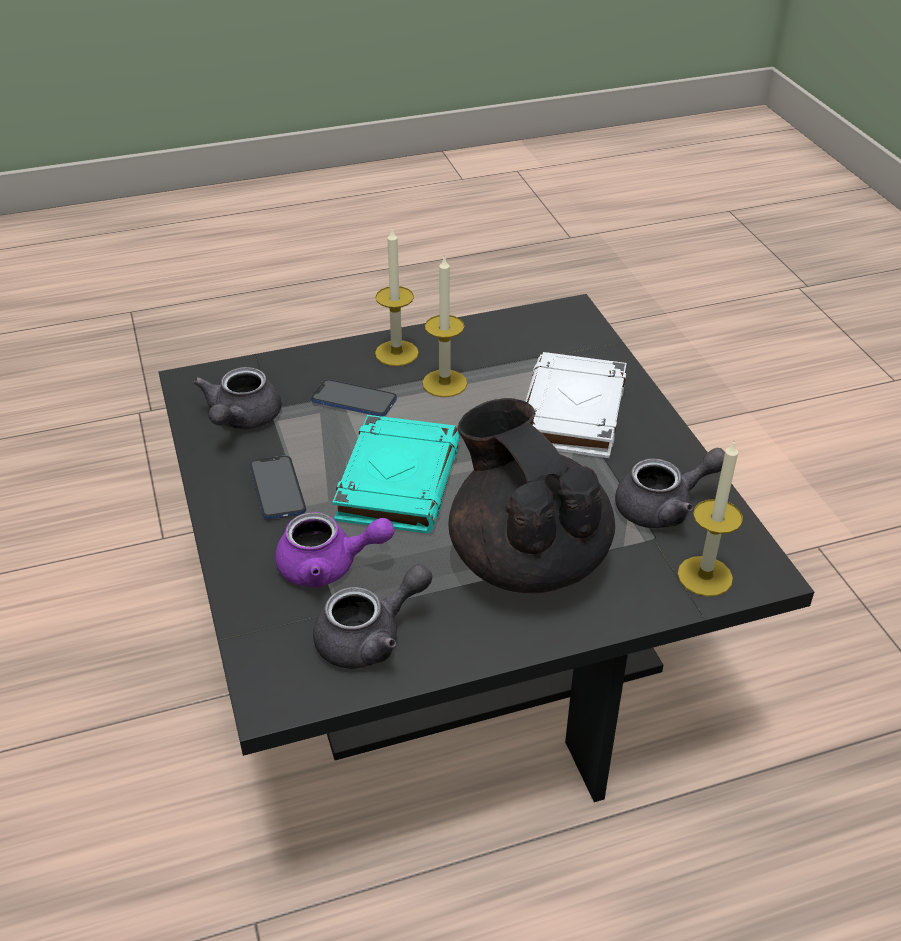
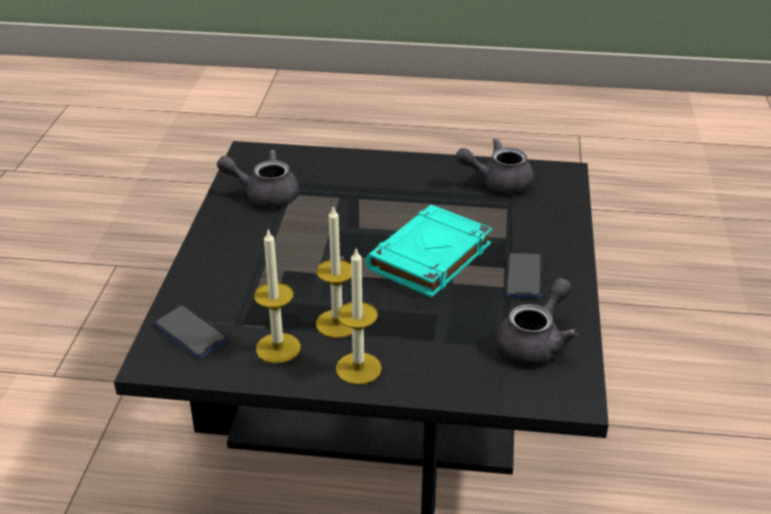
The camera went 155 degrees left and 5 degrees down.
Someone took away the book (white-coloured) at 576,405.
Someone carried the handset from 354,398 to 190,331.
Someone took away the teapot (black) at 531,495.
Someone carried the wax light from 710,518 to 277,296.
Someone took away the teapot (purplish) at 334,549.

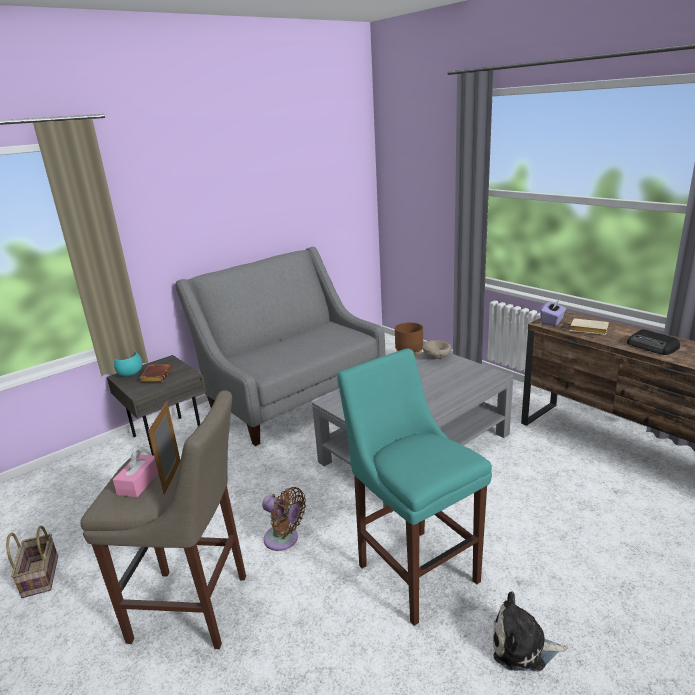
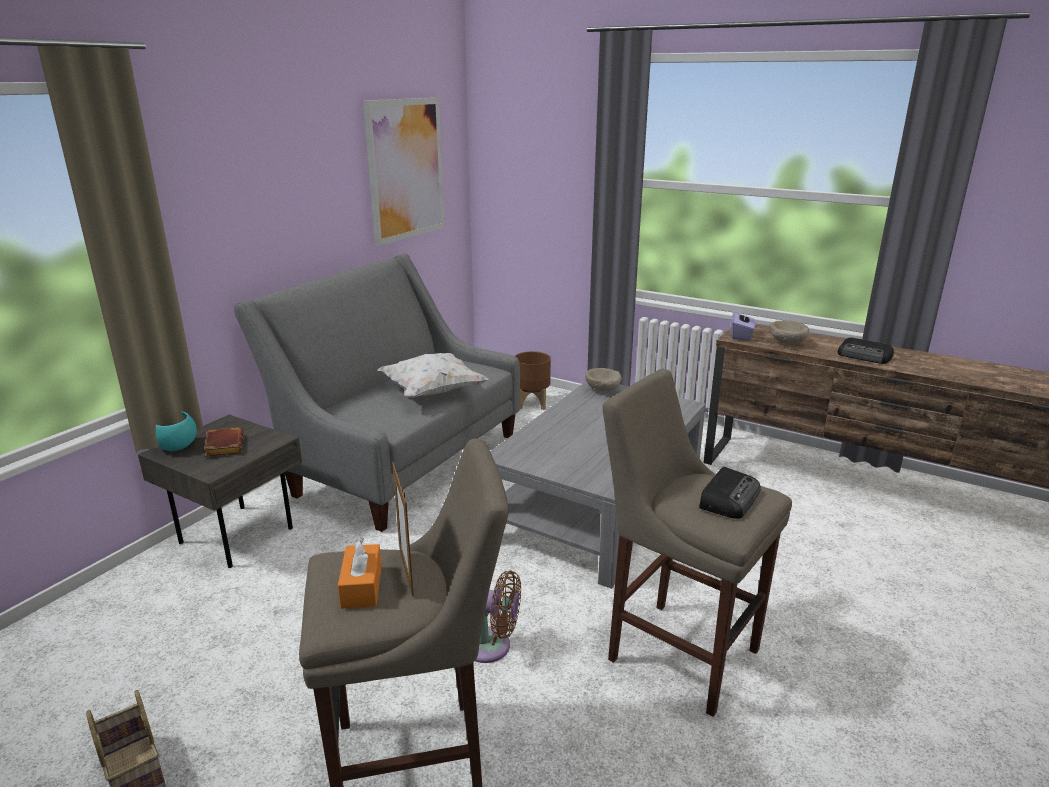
The camera went 20 degrees left and 0 degrees up.
Someone swapped the book (beige-coloured) at 589,326 for the bowl (beige-coloured) at 789,332.
Someone repainted the sitting stool (turquoise) at 414,487, which became the sitting stool (beige-coloured) at 697,543.
Someone repainted the tissue holder (pinkish) at 135,473, which became the tissue holder (orangey) at 360,573.
Someone took away the plush toy at 530,632.
Someone put up the picture at 404,172.
Someone put down the pillow (white-coloured) at 432,375.
Someone put down the radio receiver at 729,493.

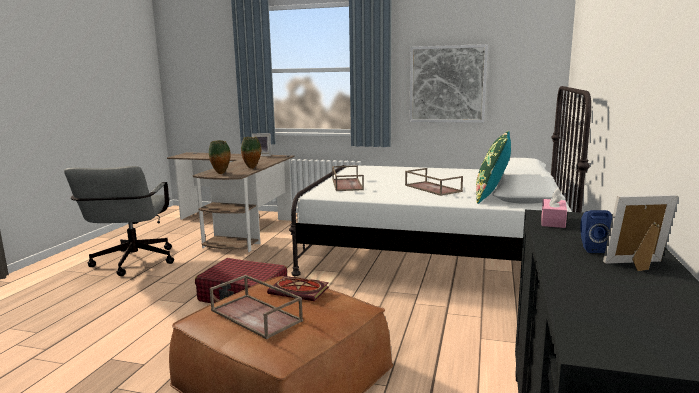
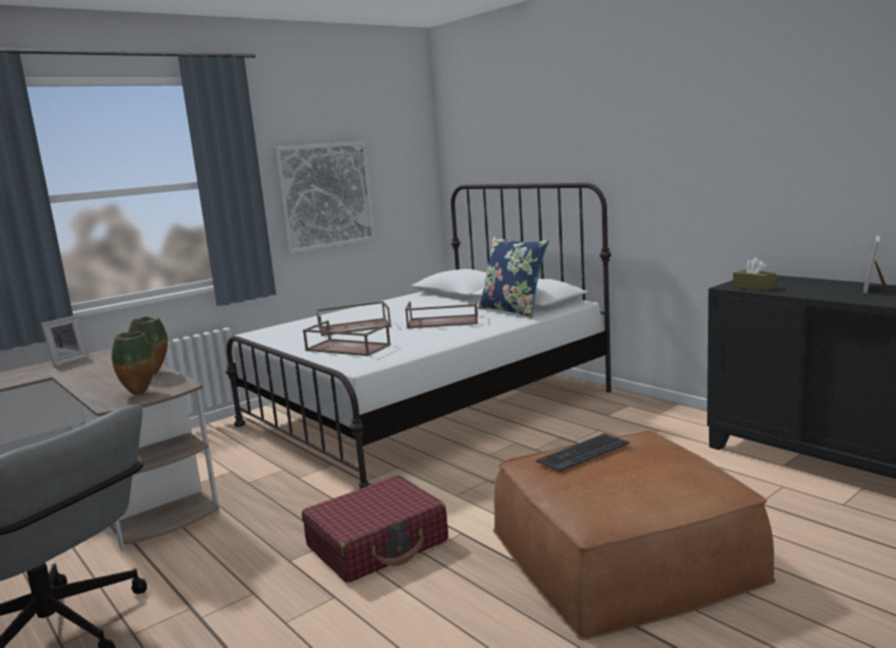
The camera went 55 degrees left and 0 degrees up.
Someone repainted the pillow (green-coloured) at 493,167, which became the pillow (bluish) at 513,278.
Someone repainted the tissue holder (pinkish) at 554,208, which became the tissue holder (brown-coloured) at 754,274.
Someone took away the speaker (bluish) at 596,231.
Someone carried the tray (brown-coloured) from 256,307 to 353,318.
Someone swapped the book at 298,288 for the keyboard at 582,452.

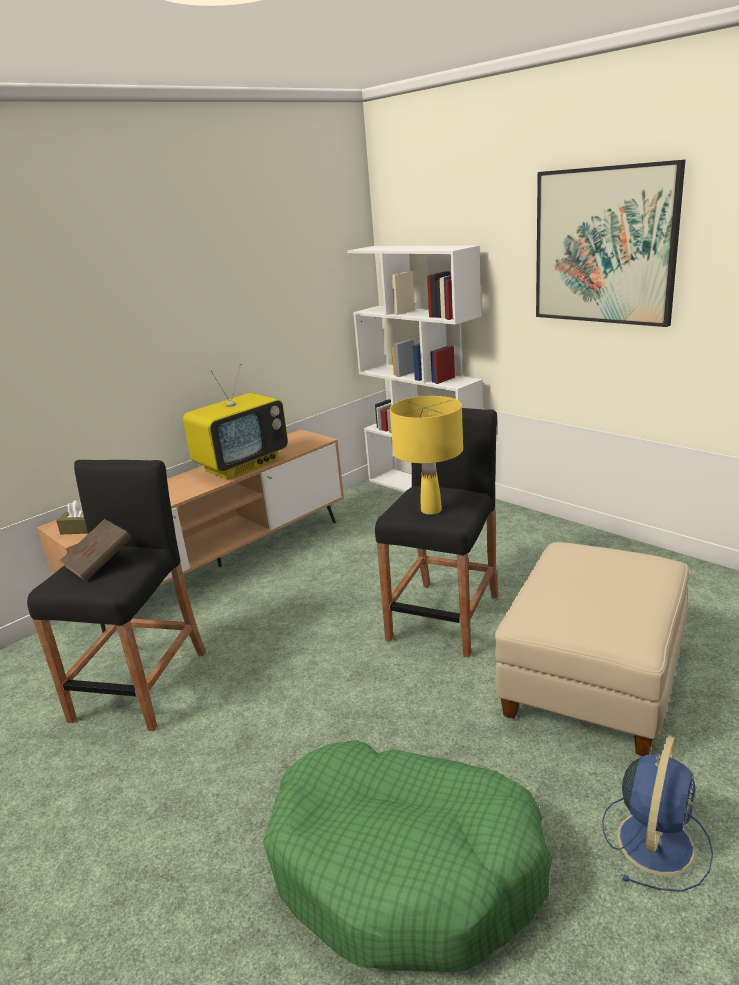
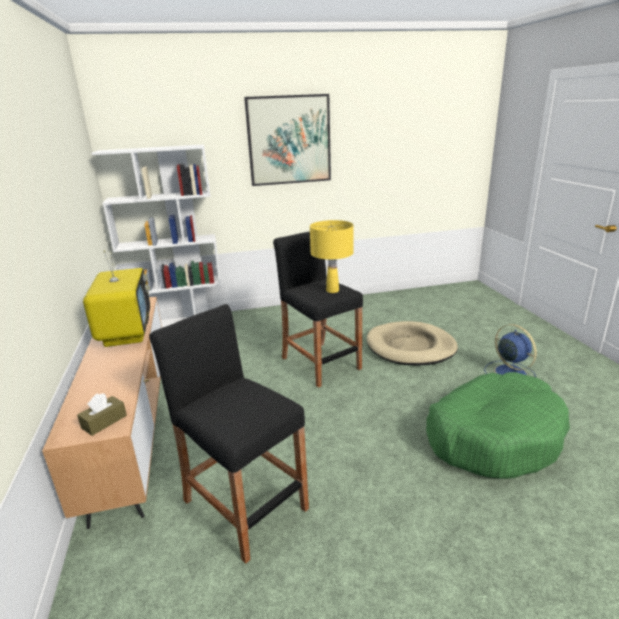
The camera went 60 degrees left and 0 degrees up.
Someone took away the book (brown-coloured) at 96,550.
Someone swapped the footrest (beige-coloured) at 592,649 for the dog bed (beige-coloured) at 412,343.

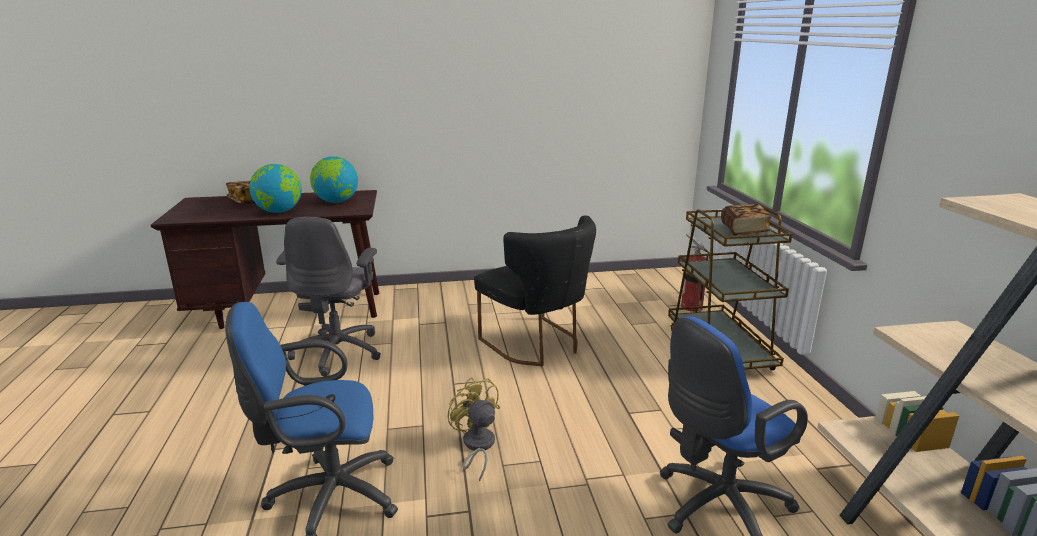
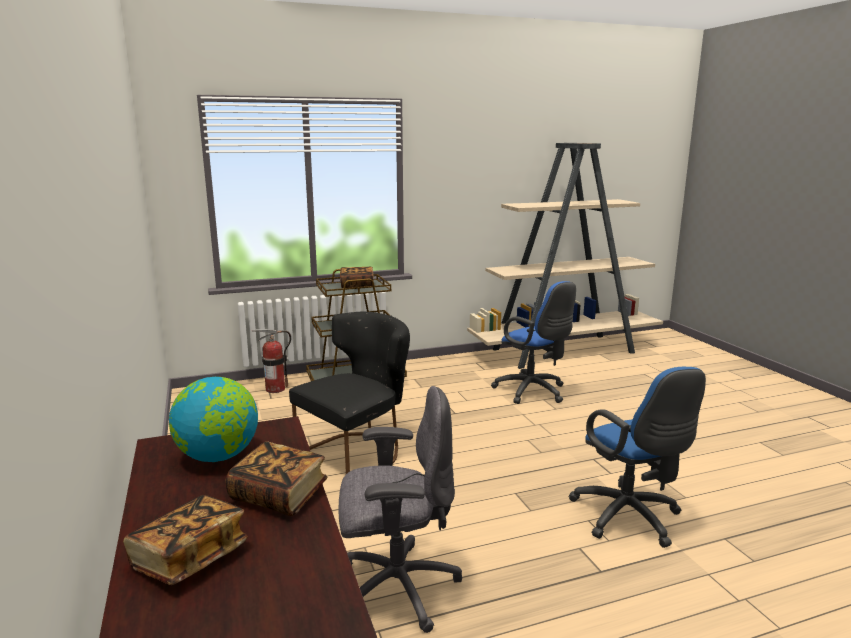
The camera went 100 degrees left and 5 degrees down.
Someone swapped the globe at 276,188 for the book at 276,478.
Someone took away the cooling fan (yellowish) at 474,429.

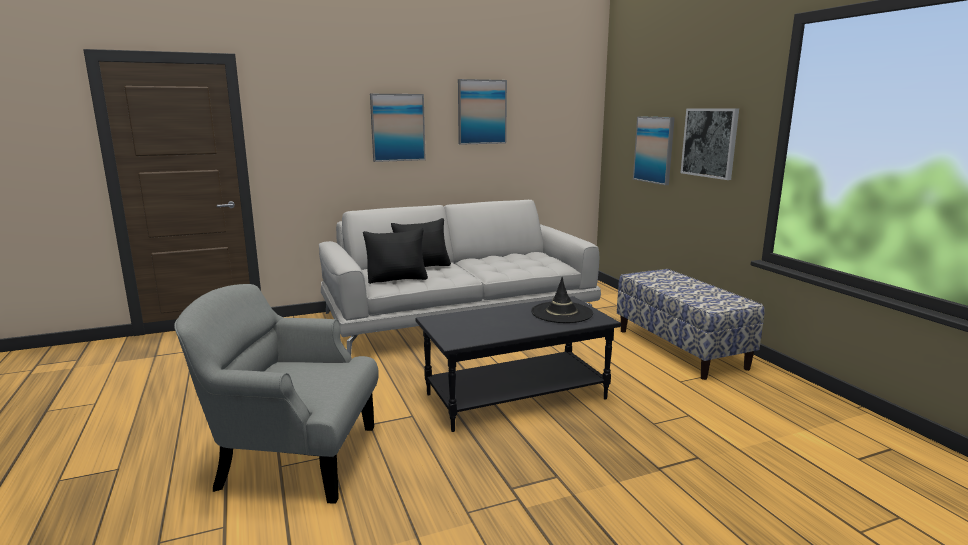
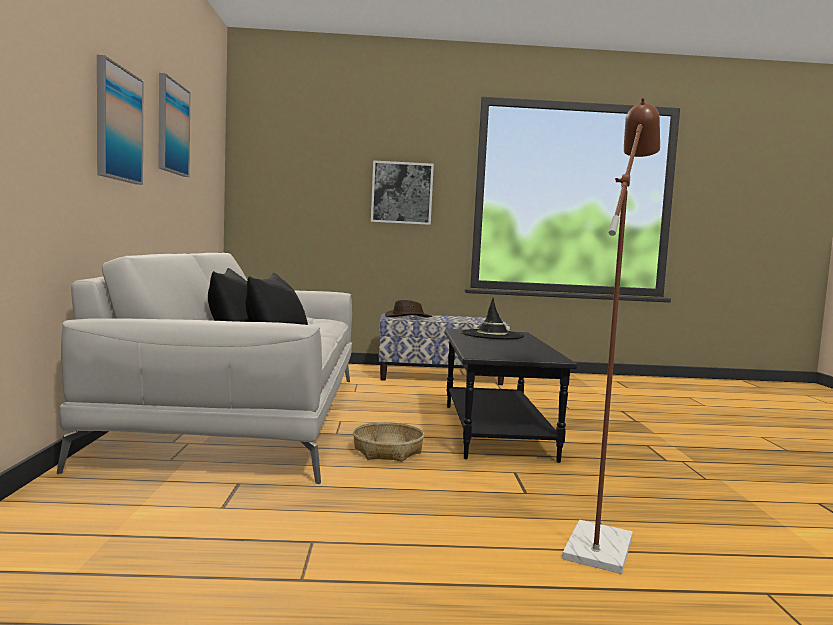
The camera went 70 degrees left and 10 degrees down.
Someone took away the picture at 654,150.
Someone swapped the lounge chair (greyish) at 276,394 for the floor lamp (brown-coloured) at 611,336.
Someone put down the clothing hat (brown-coloured) at 408,308.
Someone put down the storage basket at 388,442.

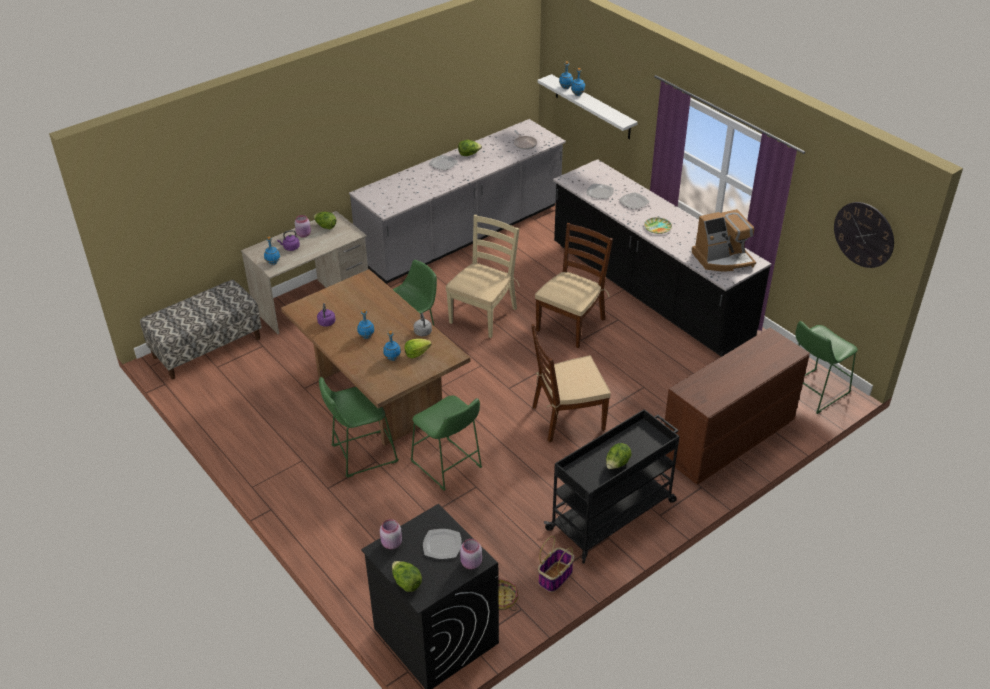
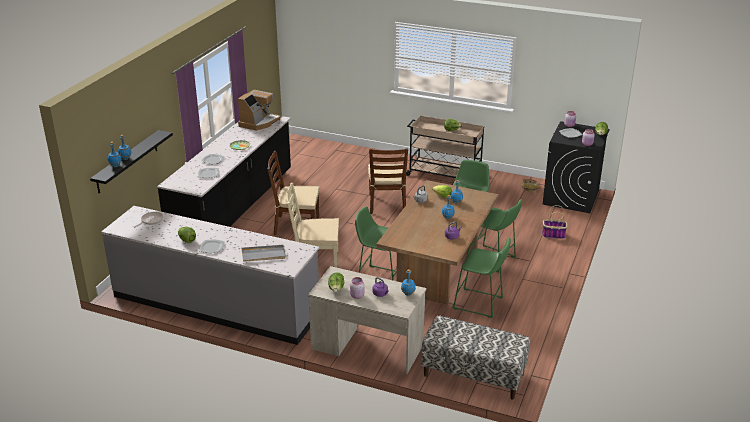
The camera went 120 degrees left and 10 degrees down.
Someone repainted the wall shelf (white-coloured) at 587,106, which became the wall shelf (black) at 131,161.
Someone took away the hanging clock at 864,235.
Someone rotated the coffee machine at 724,240 by 75 degrees clockwise.
Someone carried the sitting stool (green-coloured) from 826,367 to 482,277.
Someone rotated the chair (brown-coloured) at 571,383 by 45 degrees clockwise.
Someone took away the chest of drawers (brown-coloured) at 737,406.
Someone repainted the trolley (black) at 612,486, which became the trolley (beige-coloured) at 445,146.
Someone carried the storage basket from 556,564 to 554,222.
Someone put down the tray (greyish) at 264,253.

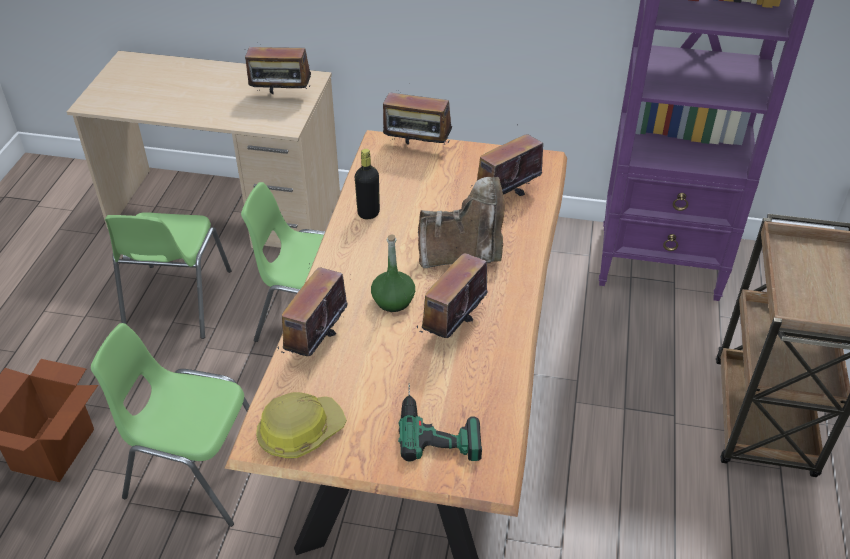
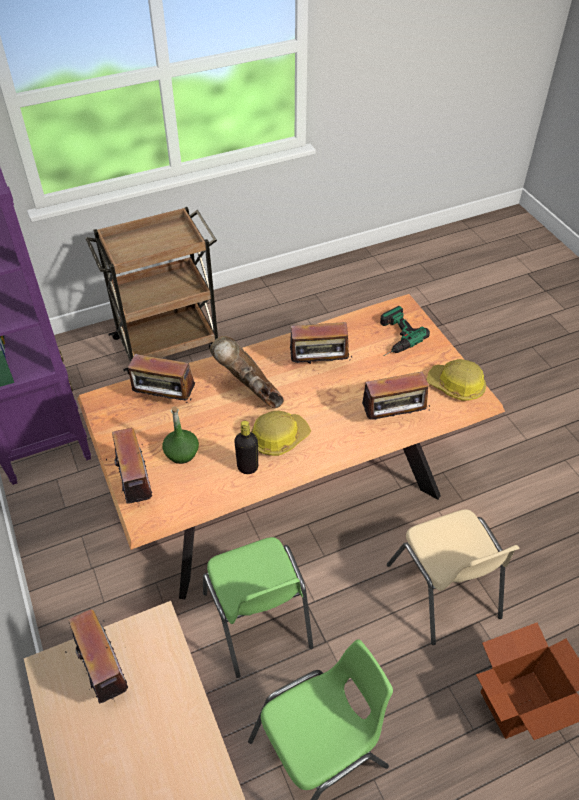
The camera went 125 degrees left and 5 degrees up.
Someone carried the bottle (green-coloured) from 393,273 to 181,435.
Someone repainted the chair (green-coloured) at 170,425, which became the chair (beige-coloured) at 453,577.
Someone put down the work helmet at 281,433.

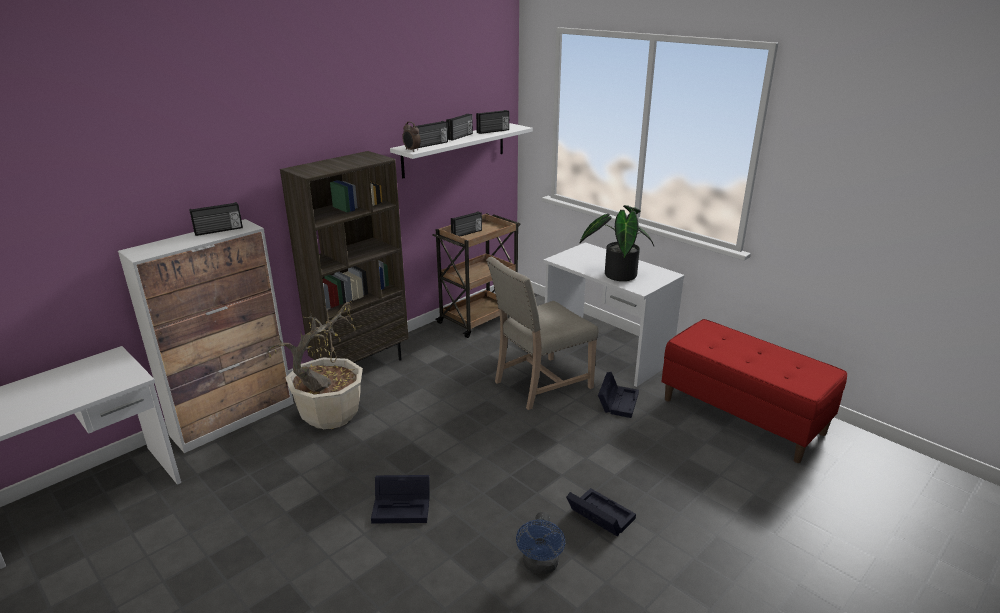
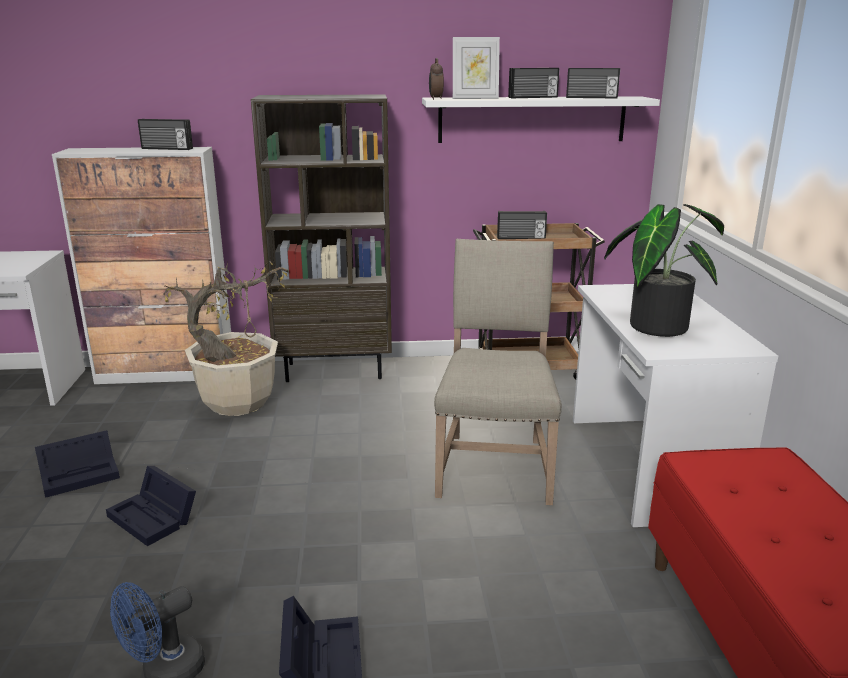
The camera went 40 degrees right and 5 degrees down.
Someone swapped the radio receiver at 430,134 for the standing frame at 476,68.
Someone rotated the chair (beige-coloured) at 542,333 by 90 degrees clockwise.
Someone carried the storage container (black) from 618,395 to 77,464.

